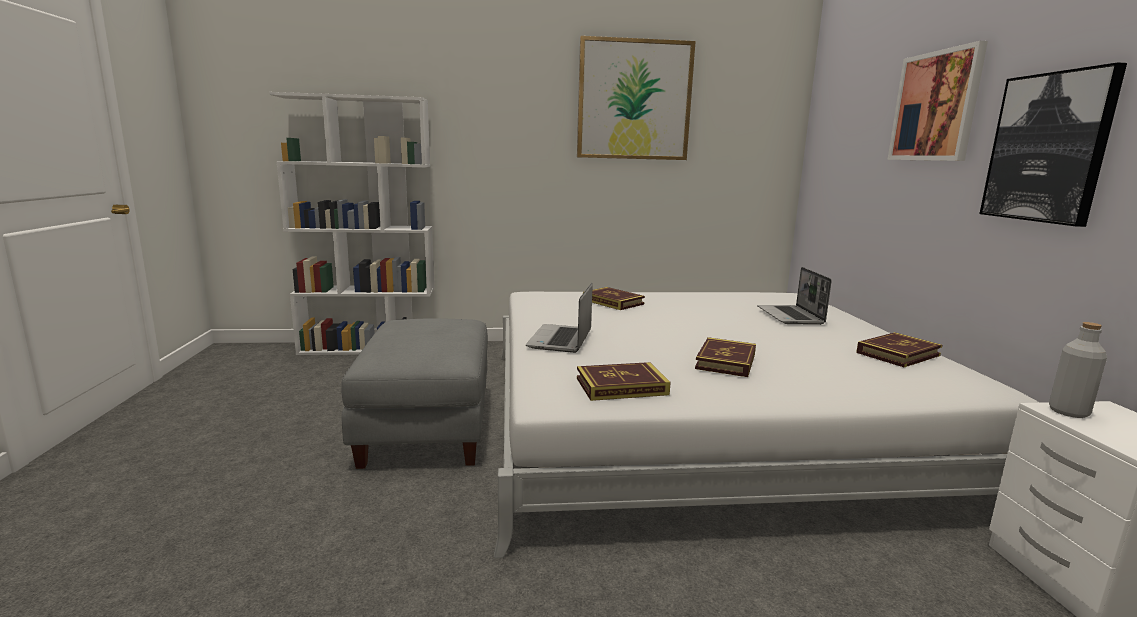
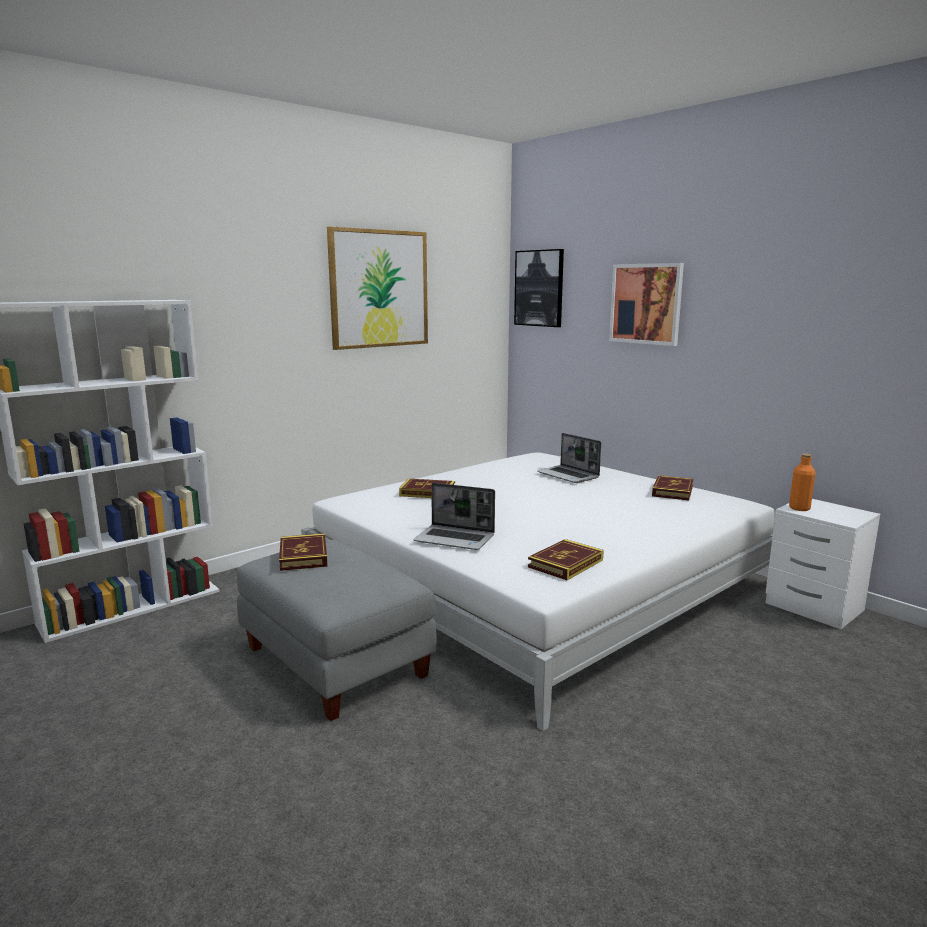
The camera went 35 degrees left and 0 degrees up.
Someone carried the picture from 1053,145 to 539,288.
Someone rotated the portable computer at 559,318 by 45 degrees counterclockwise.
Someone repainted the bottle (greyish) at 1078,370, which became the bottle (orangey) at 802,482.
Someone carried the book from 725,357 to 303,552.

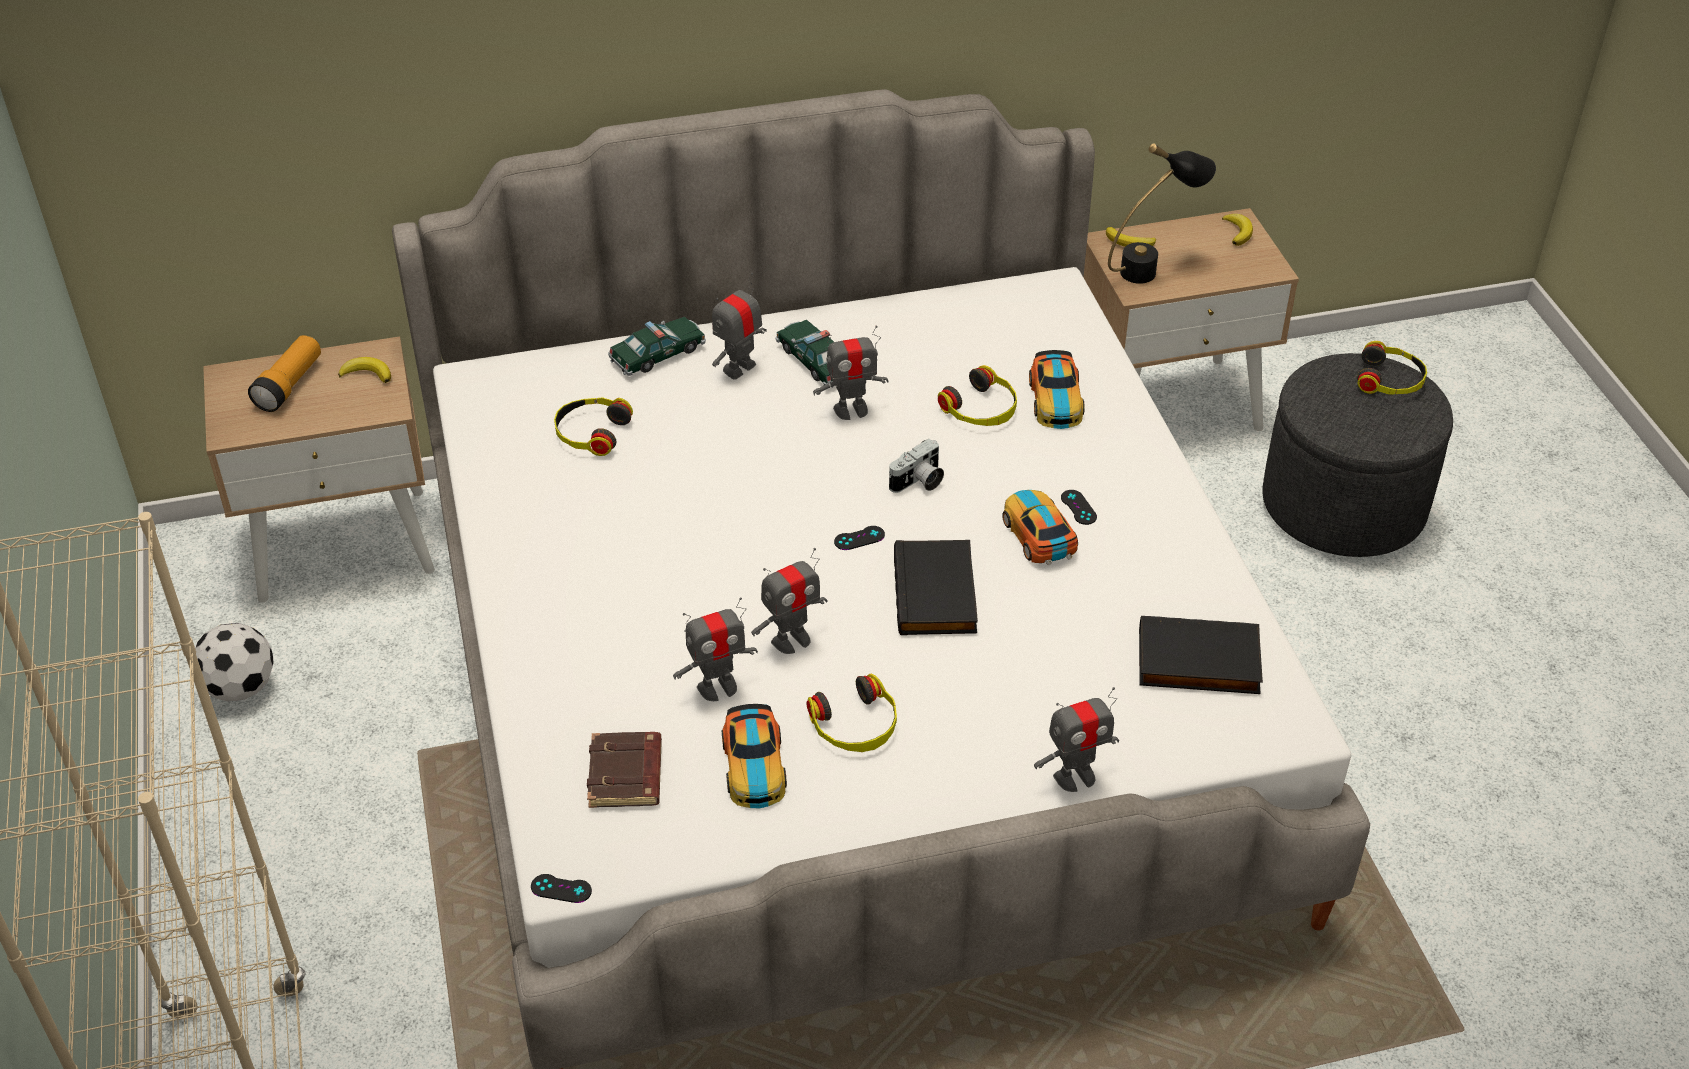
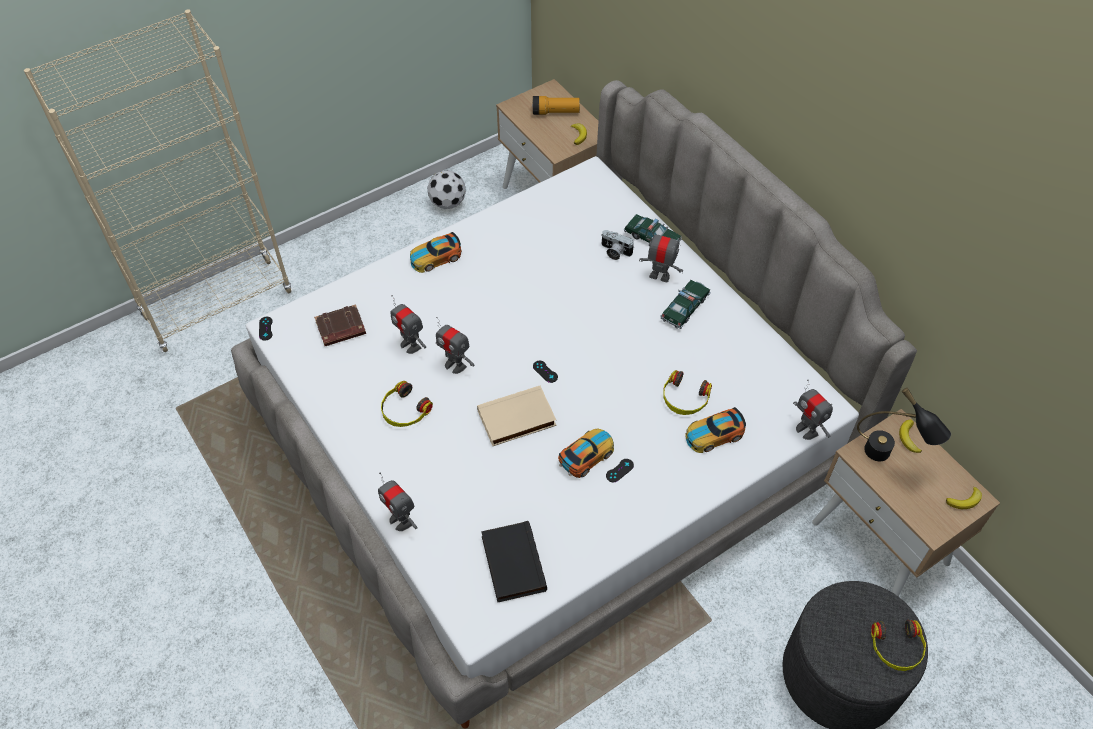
The camera went 70 degrees right and 10 degrees up.
Someone carried the toy robot from 850,372 to 813,410.
Someone took away the headphones at 593,426.
Someone carried the still camera from 916,466 to 617,245.
Someone repainted the book (black) at 936,587, which became the book (beige-coloured) at 516,416.
Someone carried the miniature car from 754,756 to 436,252.

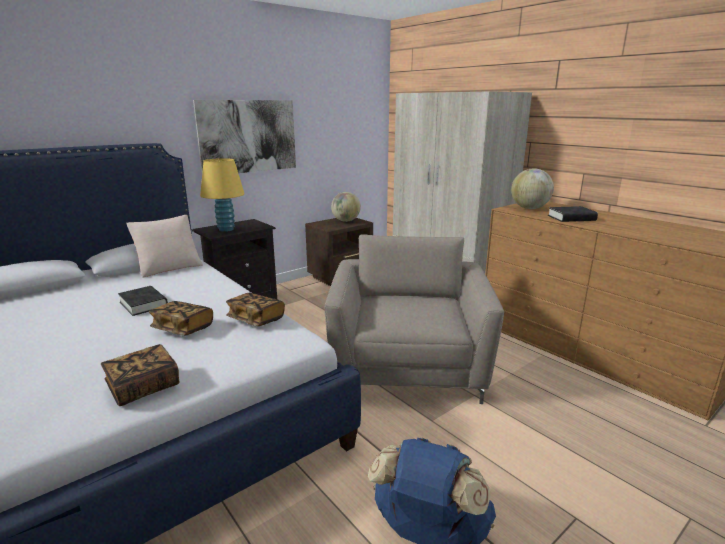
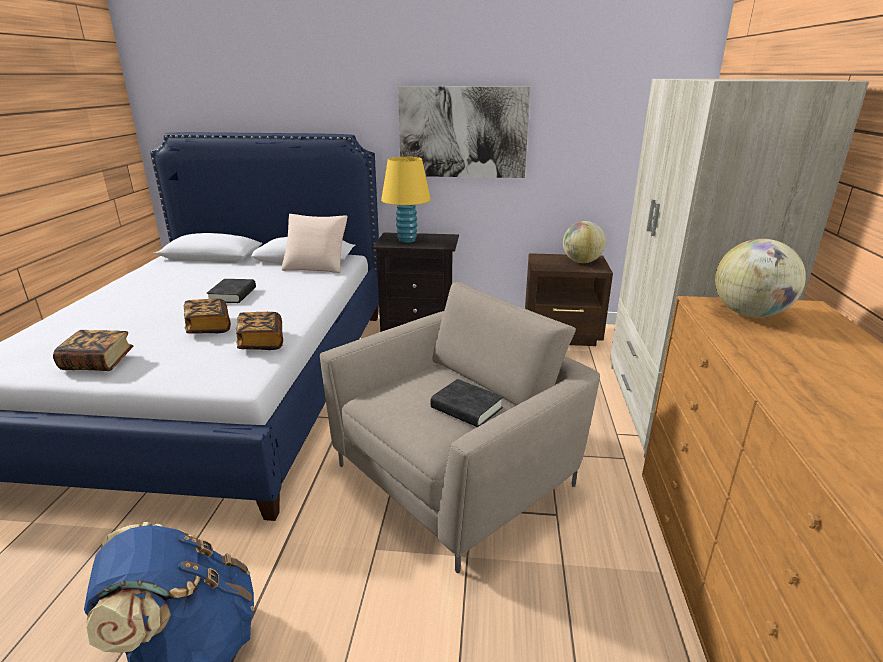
The camera went 45 degrees right and 5 degrees up.
Someone carried the book (black) from 573,214 to 467,403.

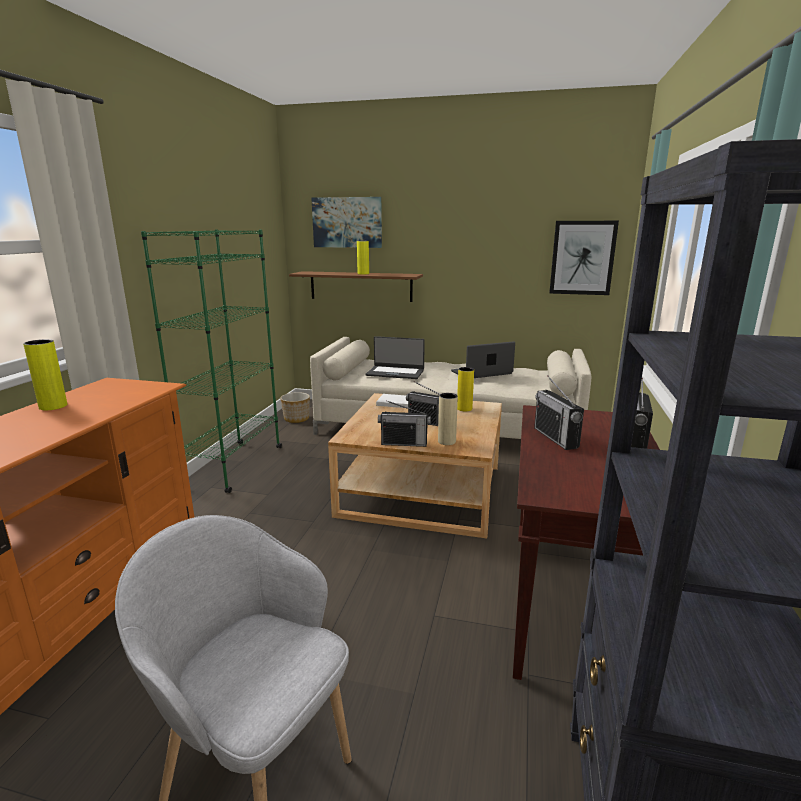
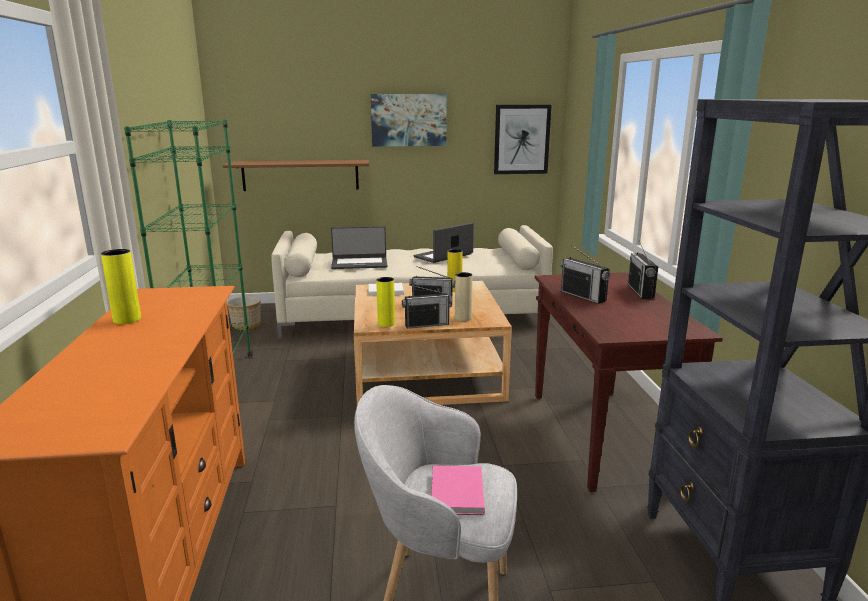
The camera went 20 degrees left and 0 degrees up.
Someone carried the picture from 346,222 to 409,120.
Someone carried the flower vase (yellowish) from 363,257 to 385,302.
Someone put down the book (pinkish) at 458,490.

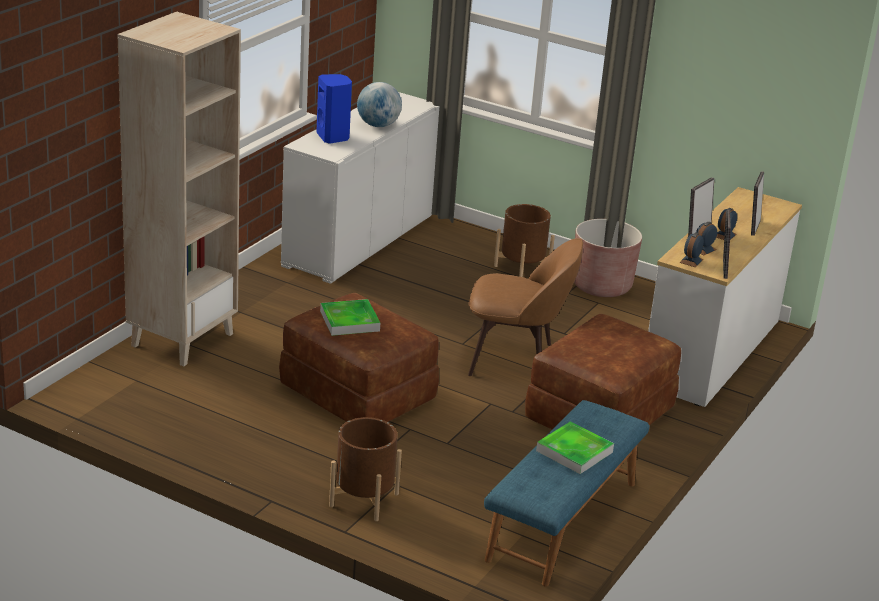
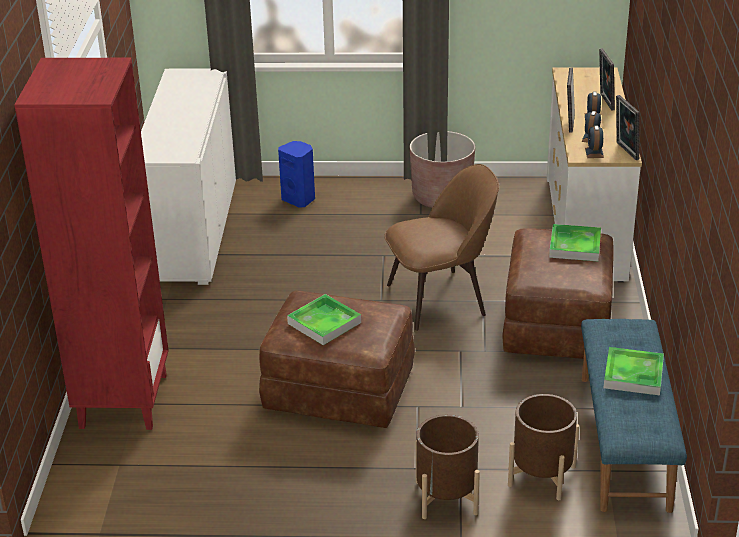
The camera went 25 degrees left and 5 degrees up.
Someone repainted the bookshelf (beige-coloured) at 179,189, which became the bookshelf (red) at 91,244.
Someone carried the speaker (bluish) from 334,108 to 296,174.
Someone took away the globe at 379,104.
Someone carried the flower pot (brown-coloured) from 524,240 to 543,447.
Someone put down the tray at 575,242.

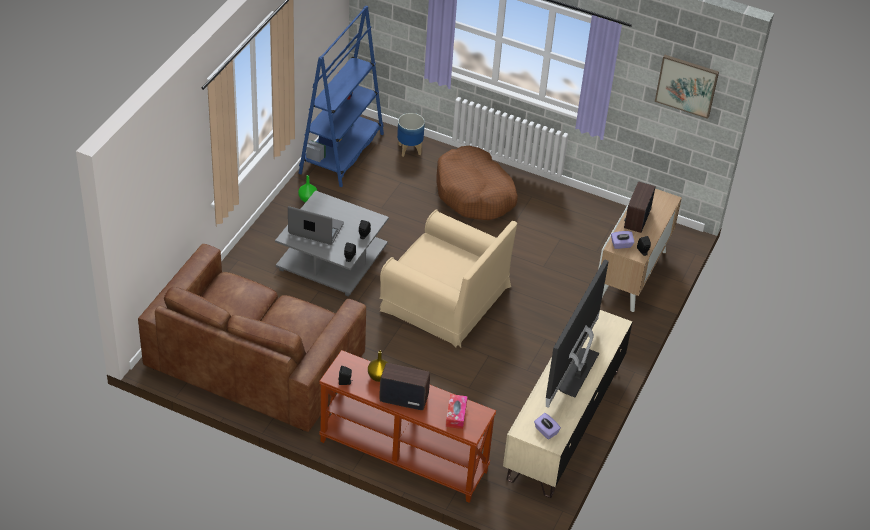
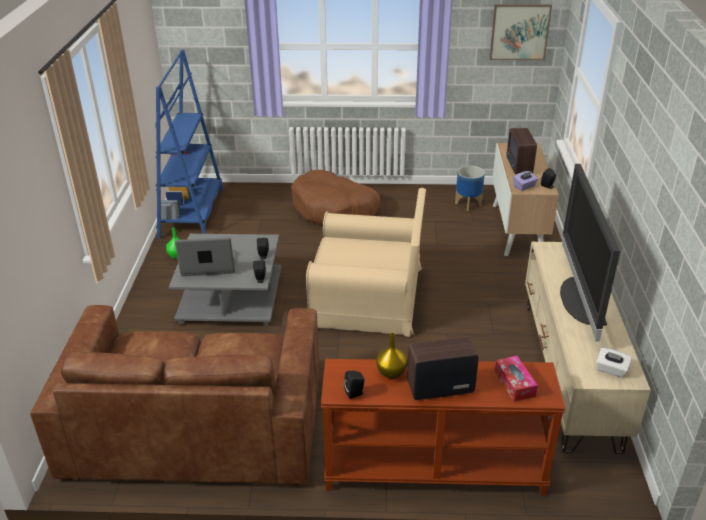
The camera went 20 degrees left and 10 degrees down.
Someone carried the flower pot from 411,135 to 470,188.
Someone repainted the tissue holder (purplish) at 547,426, which became the tissue holder (white-coloured) at 614,362.

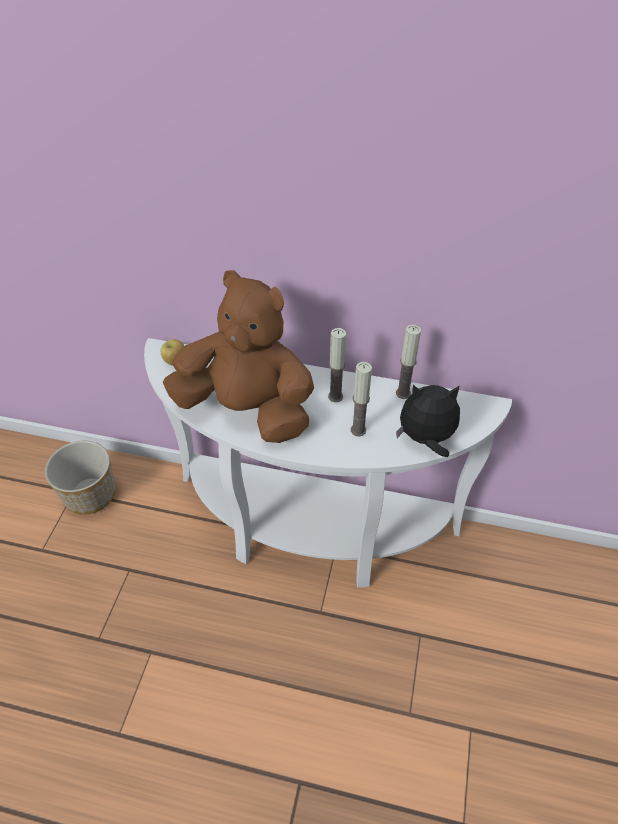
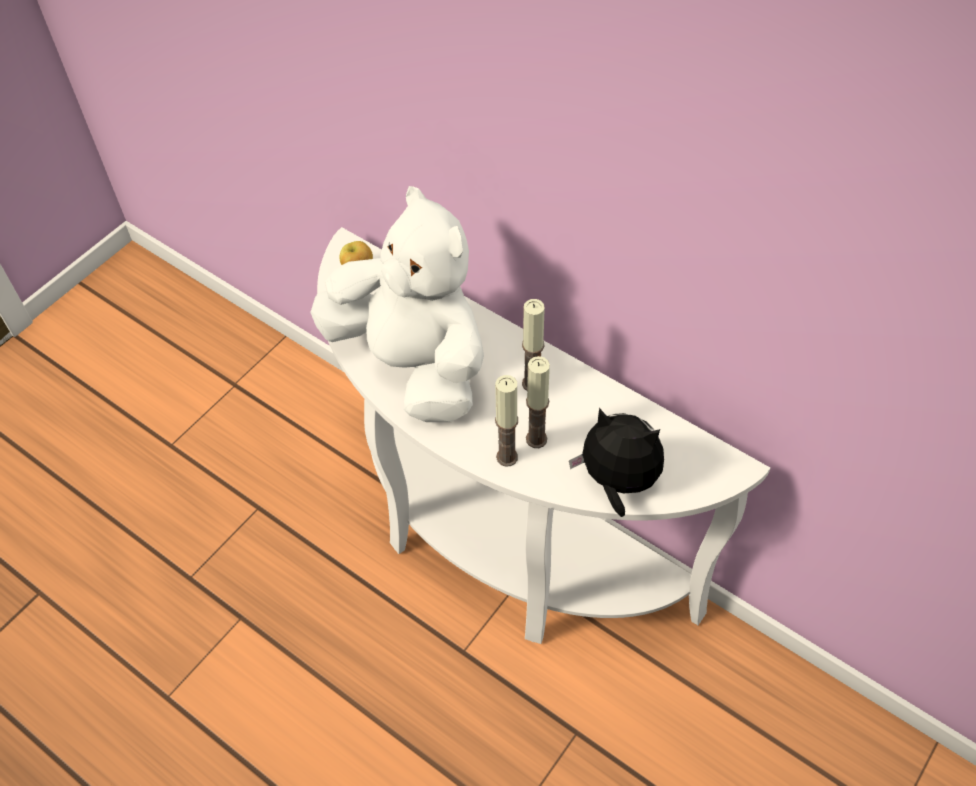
The camera went 25 degrees right and 5 degrees up.
Someone repainted the plush toy (brown-coloured) at 238,356, which became the plush toy (white-coloured) at 397,304.
Someone carried the wax light from 408,362 to 506,421.
Someone took away the flower pot at 80,478.

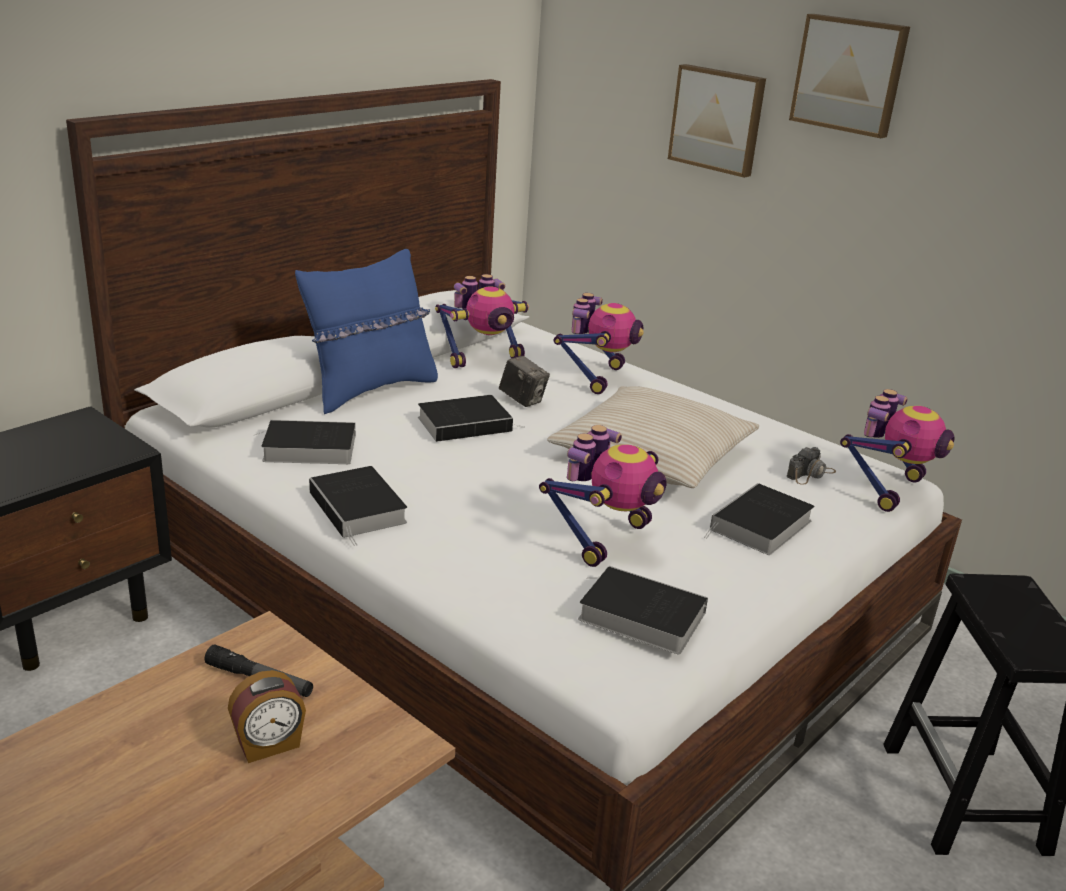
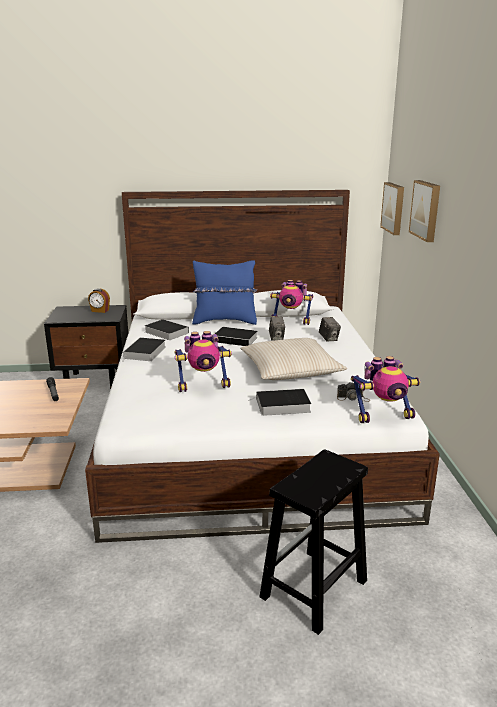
The camera went 45 degrees right and 5 degrees down.
Someone carried the picture from 849,76 to 392,208.
Someone swapped the toy robot at 599,343 for the still camera at 330,329.
Someone took away the book at 643,610.
Someone carried the table clock from 267,716 to 99,300.

